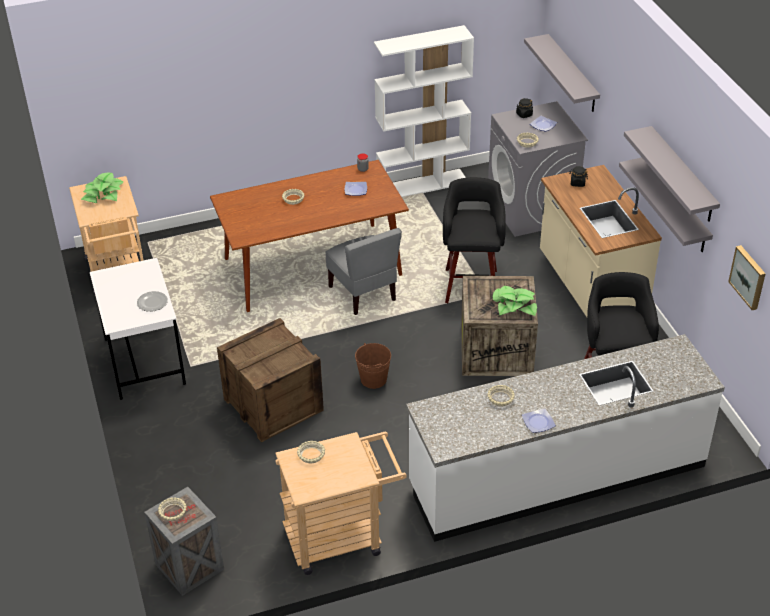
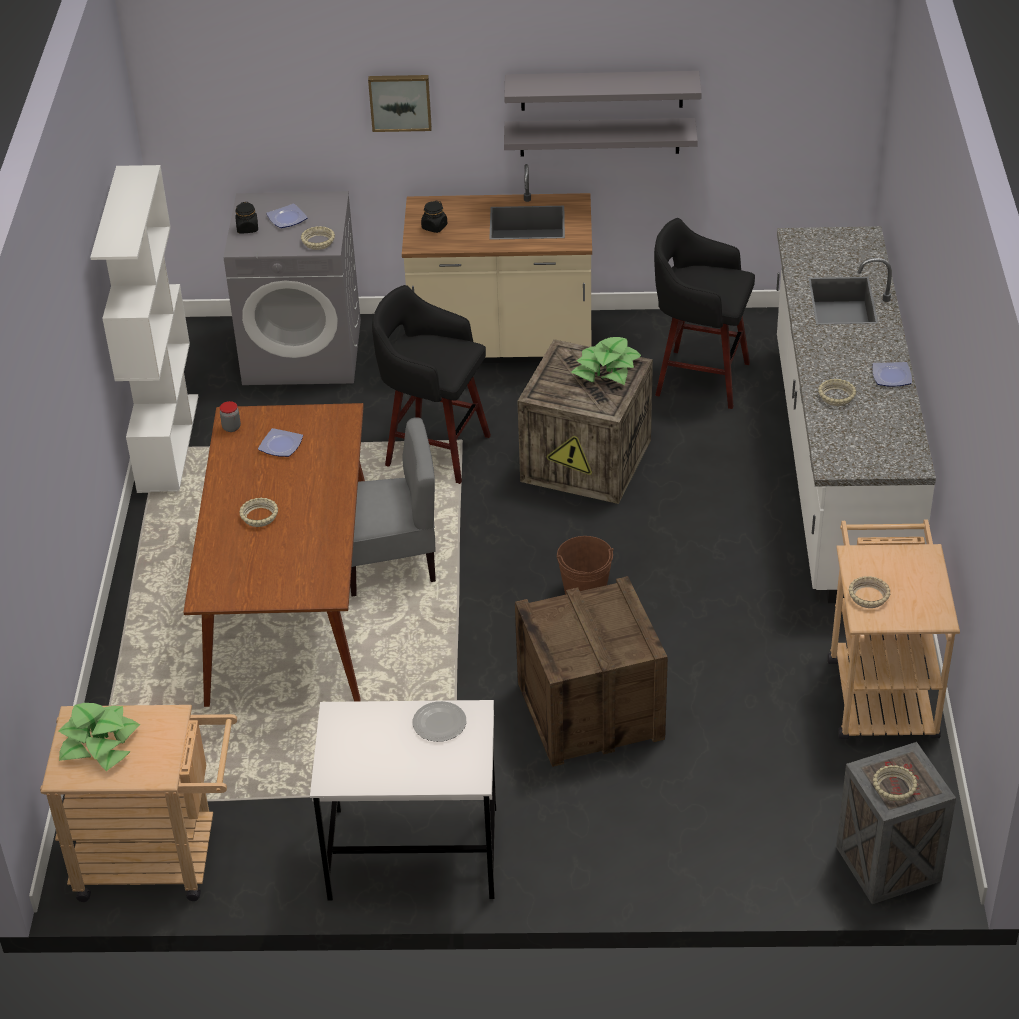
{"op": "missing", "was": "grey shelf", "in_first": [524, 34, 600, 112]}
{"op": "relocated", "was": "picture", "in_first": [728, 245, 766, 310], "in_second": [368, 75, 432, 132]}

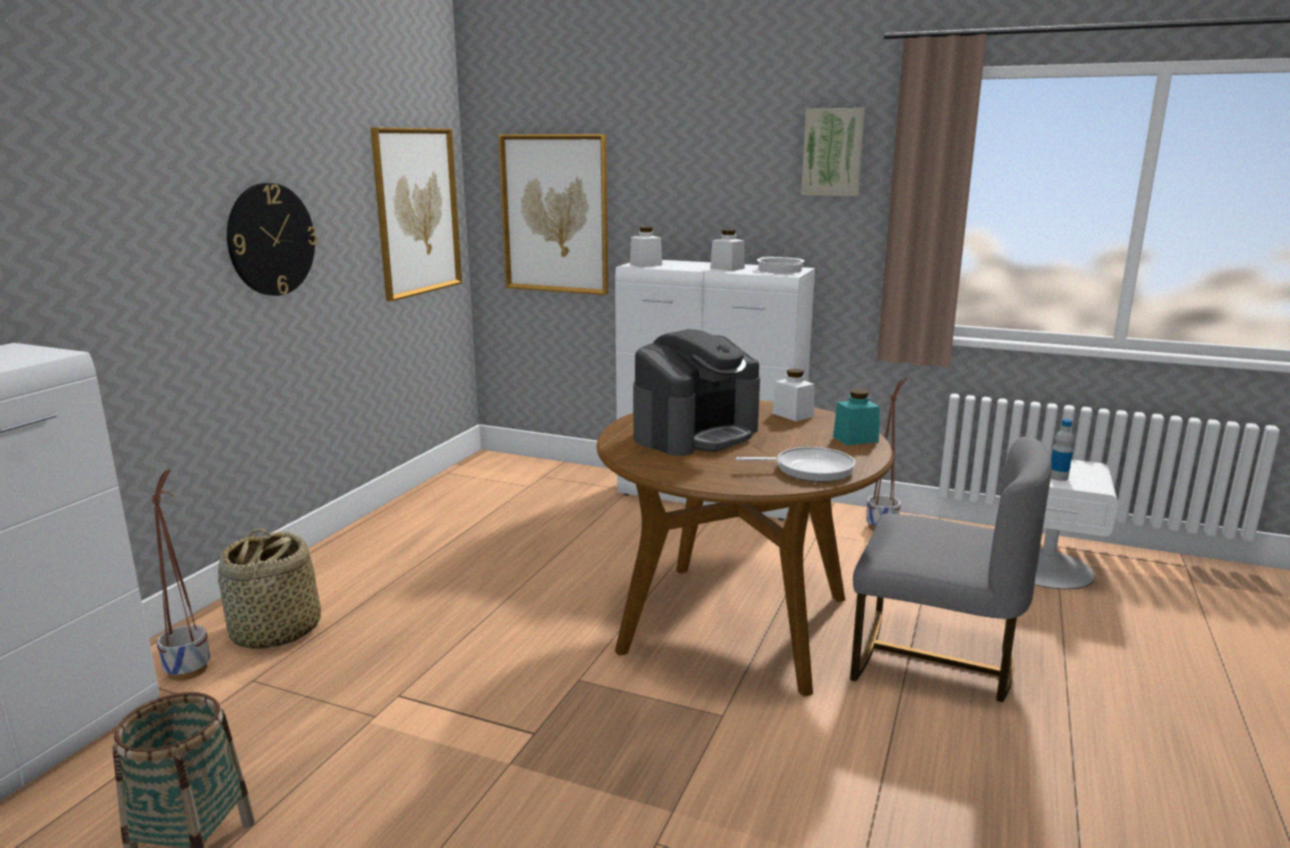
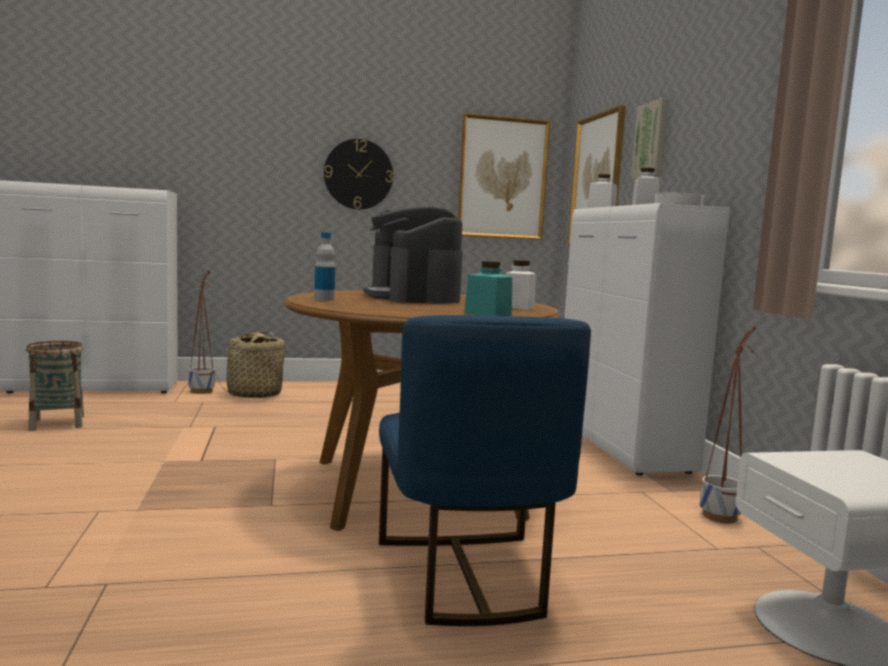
{"op": "missing", "was": "frying pan", "in_first": [736, 447, 855, 482]}
{"op": "relocated", "was": "picture", "in_first": [801, 108, 865, 196], "in_second": [631, 98, 669, 179]}
{"op": "relocated", "was": "bottle", "in_first": [1051, 419, 1074, 481], "in_second": [314, 232, 335, 300]}
{"op": "colour", "was": "grey chair", "now": "blue chair", "in_first": [850, 437, 1052, 702], "in_second": [379, 315, 591, 626]}
{"op": "spun", "was": "coffee machine", "in_first": [633, 329, 760, 456], "in_second": [363, 206, 463, 304], "clockwise": 60}

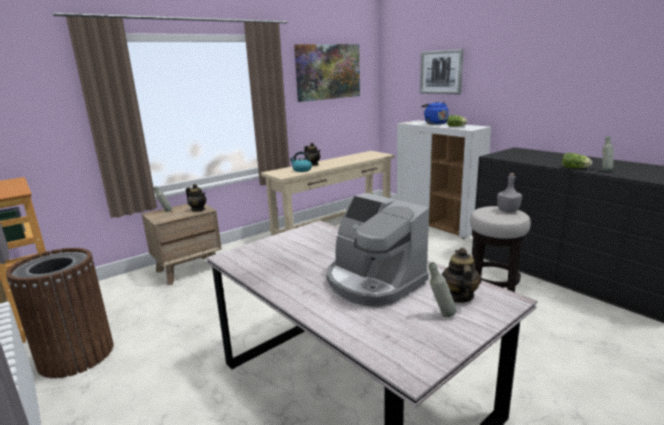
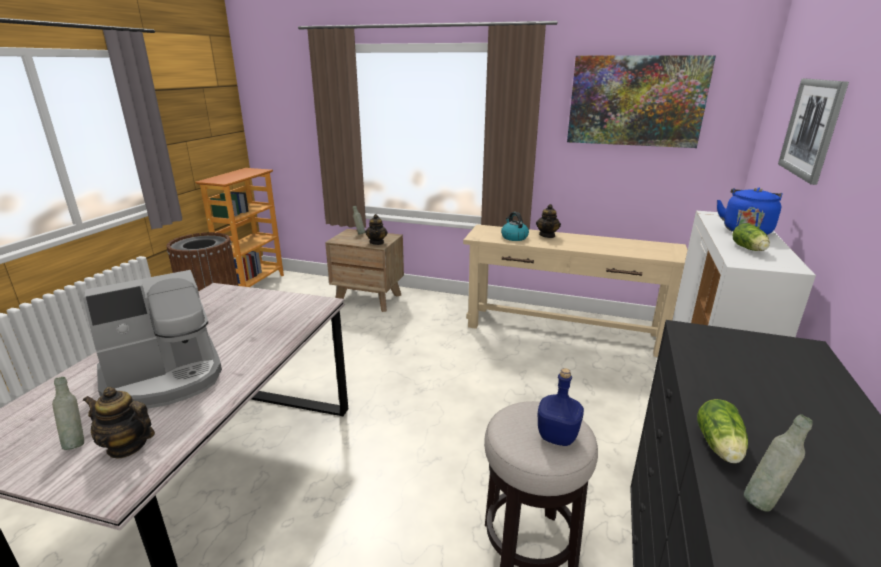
{"op": "colour", "was": "grey bottle", "now": "blue bottle", "in_first": [497, 173, 522, 212], "in_second": [538, 368, 584, 446]}
{"op": "spun", "was": "coffee machine", "in_first": [326, 193, 429, 307], "in_second": [83, 270, 222, 409], "clockwise": -135}
{"op": "spun", "was": "teapot", "in_first": [441, 248, 482, 303], "in_second": [83, 387, 155, 459], "clockwise": -135}

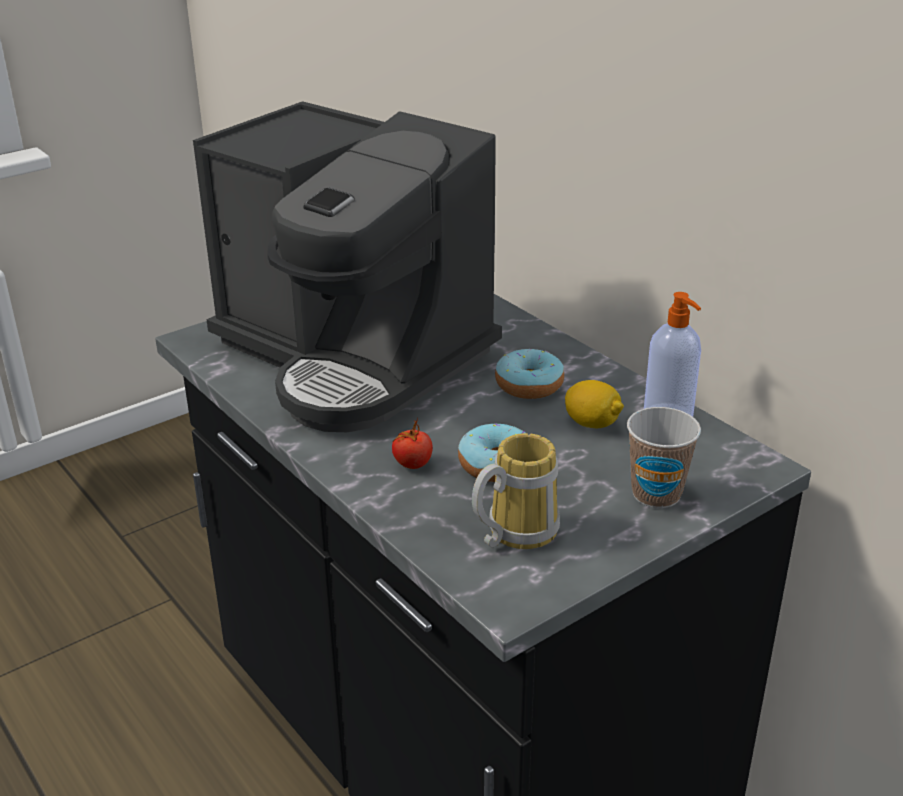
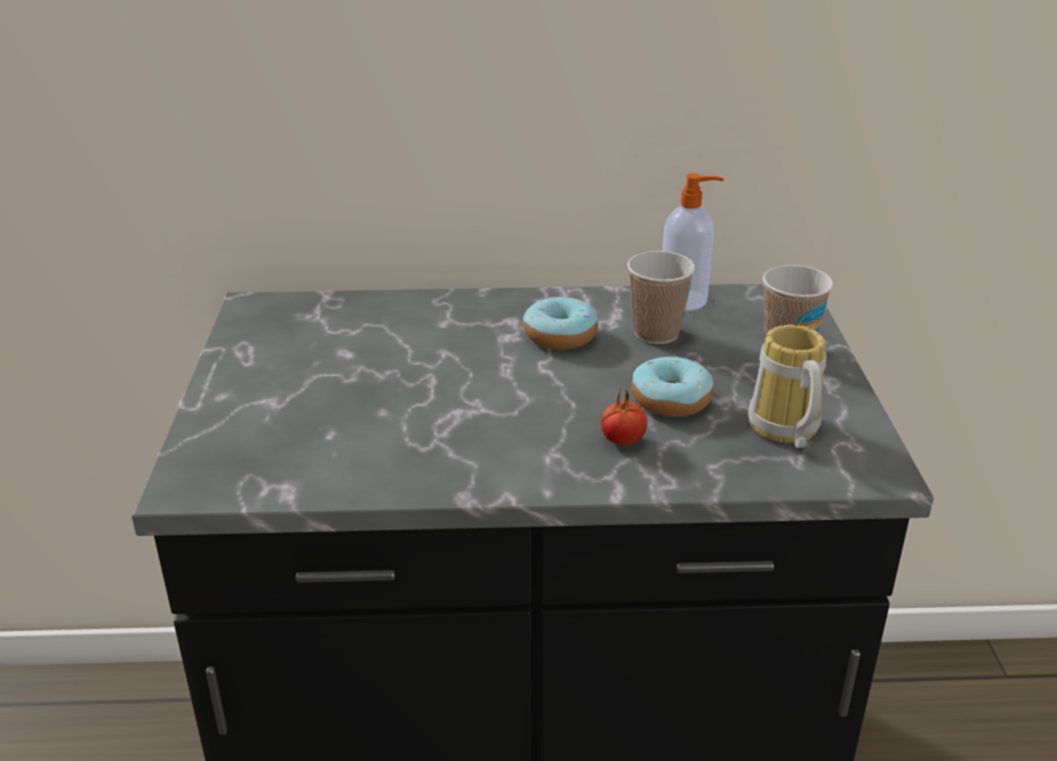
{"op": "missing", "was": "coffee machine", "in_first": [193, 101, 502, 432]}
{"op": "exchanged", "was": "lemon", "now": "cup", "in_first": [565, 380, 624, 429], "in_second": [627, 251, 695, 344]}

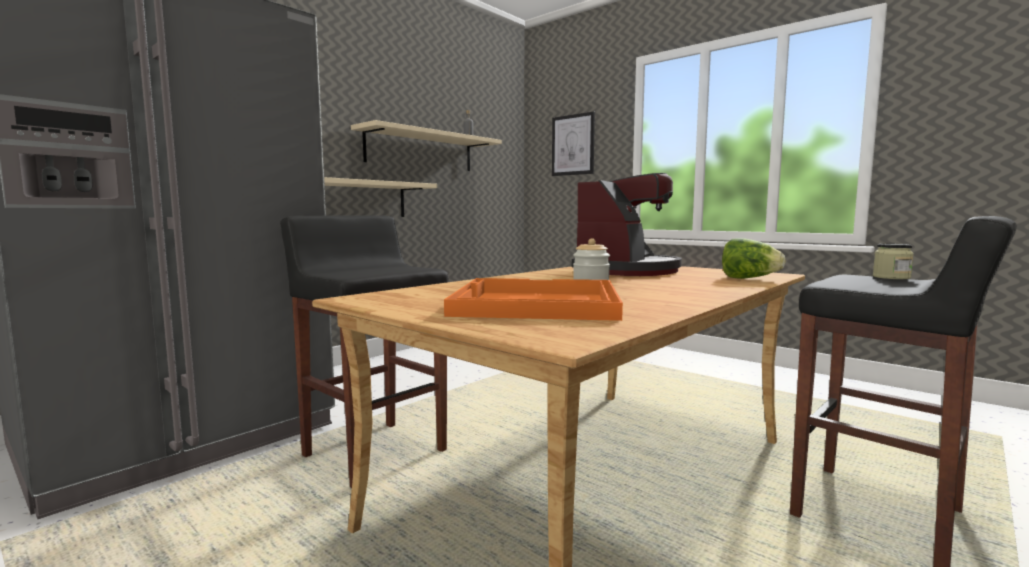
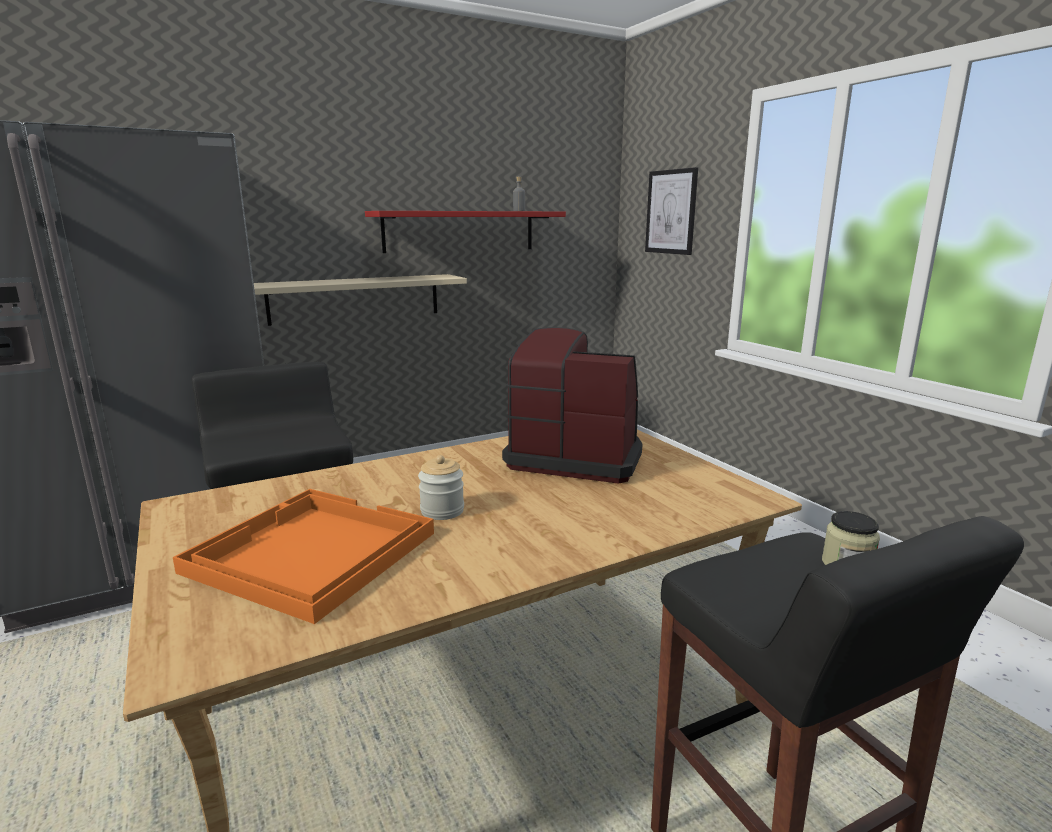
{"op": "missing", "was": "lettuce", "in_first": [722, 238, 786, 279]}
{"op": "colour", "was": "beige shelf", "now": "red shelf", "in_first": [351, 120, 502, 171], "in_second": [365, 211, 566, 253]}
{"op": "spun", "was": "coffee machine", "in_first": [572, 173, 682, 276], "in_second": [502, 327, 642, 484], "clockwise": -120}

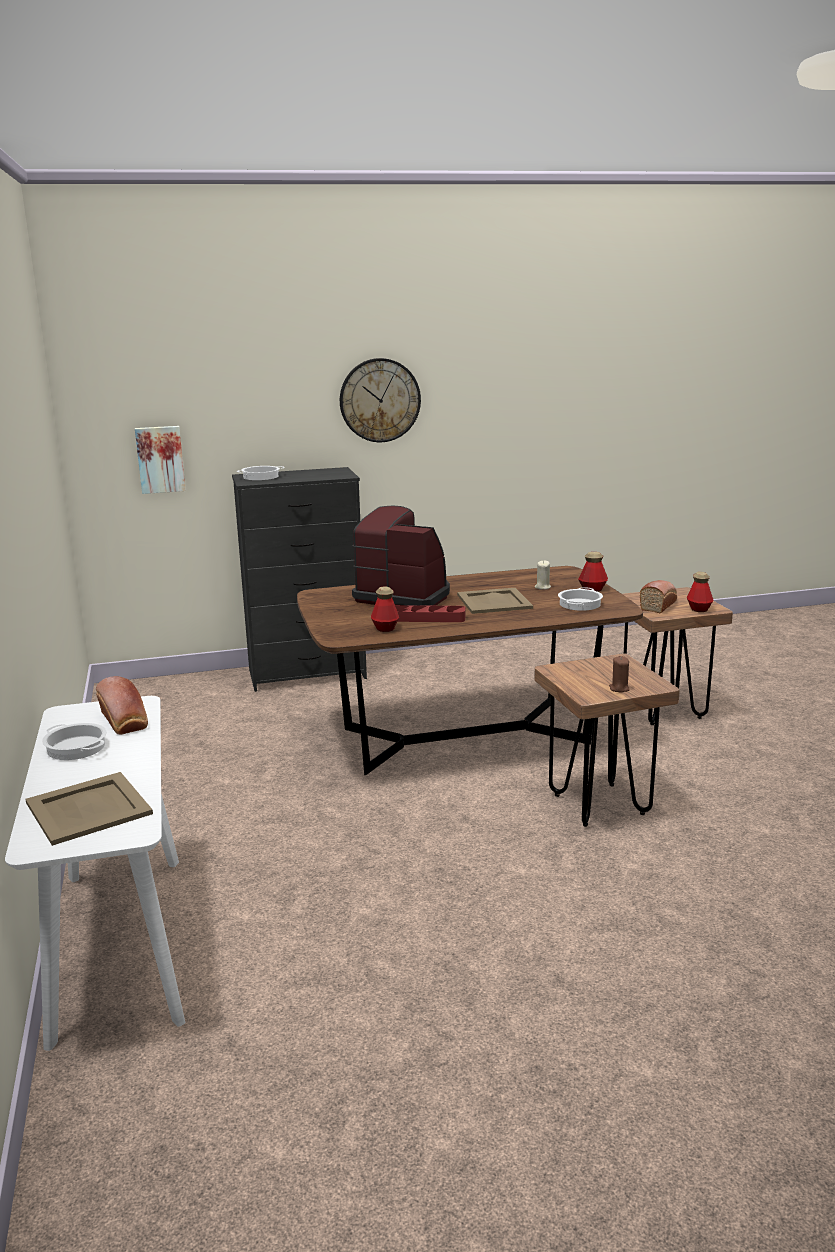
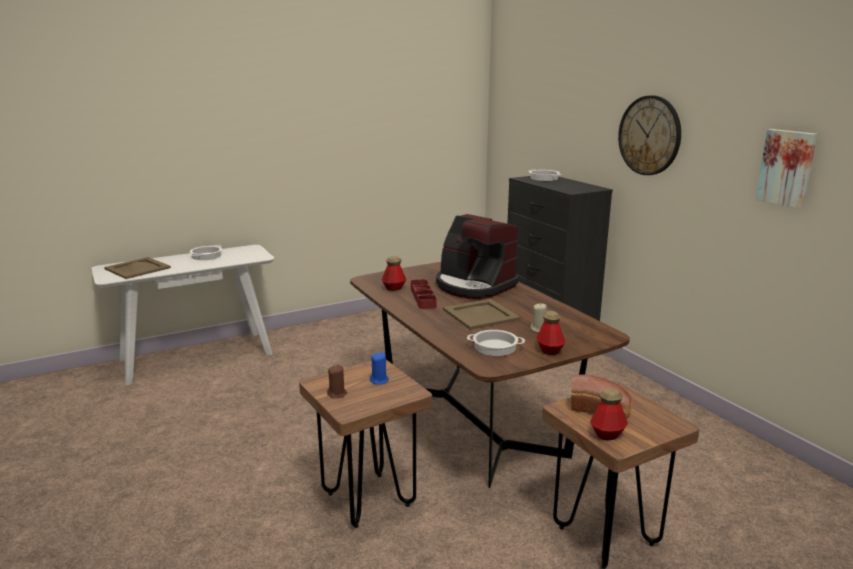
{"op": "missing", "was": "bread", "in_first": [96, 676, 148, 735]}
{"op": "appeared", "now": "blue candle", "in_second": [370, 352, 389, 385]}
{"op": "relocated", "was": "picture", "in_first": [135, 426, 186, 494], "in_second": [756, 129, 817, 209]}
{"op": "spun", "was": "coffee machine", "in_first": [352, 506, 450, 606], "in_second": [436, 214, 518, 299], "clockwise": 120}

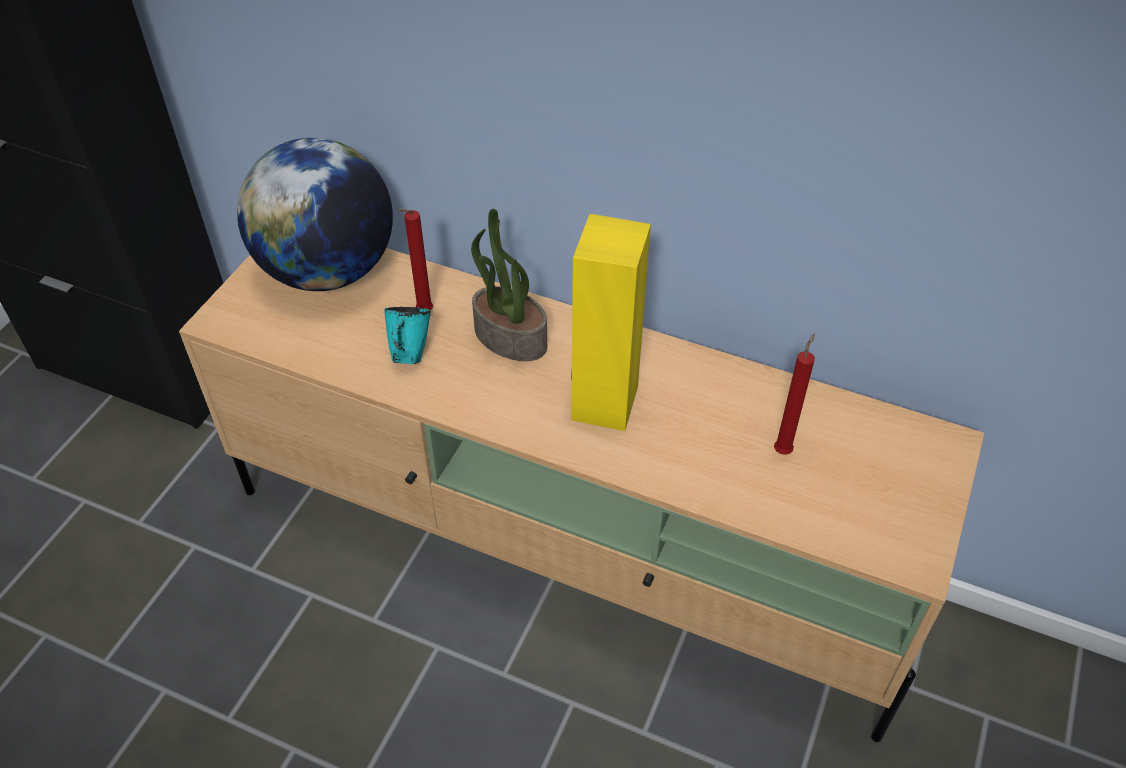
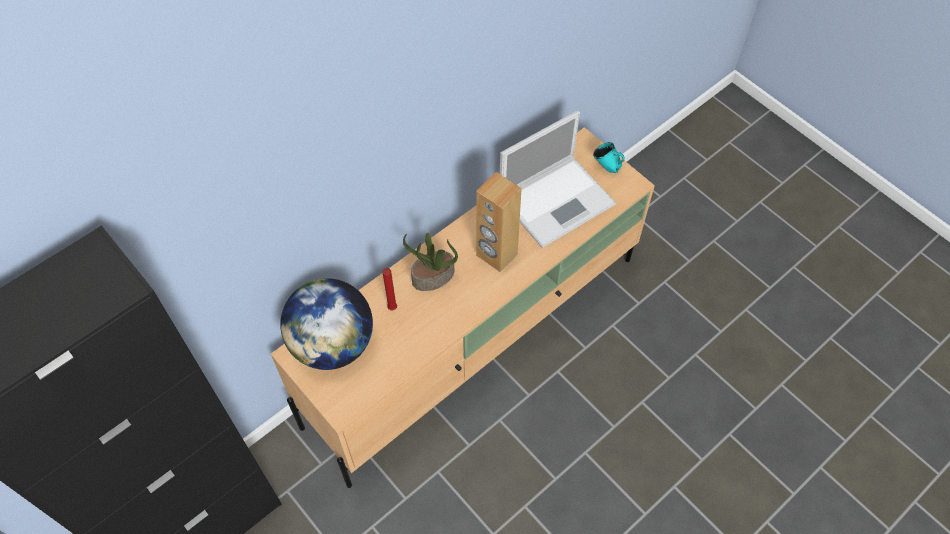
{"op": "relocated", "was": "turquoise mug", "in_first": [384, 307, 431, 364], "in_second": [593, 142, 625, 173]}
{"op": "exchanged", "was": "red candle", "now": "laptop", "in_first": [774, 333, 815, 455], "in_second": [500, 111, 616, 248]}
{"op": "colour", "was": "yellow speaker", "now": "brown speaker", "in_first": [571, 214, 651, 431], "in_second": [476, 172, 522, 272]}

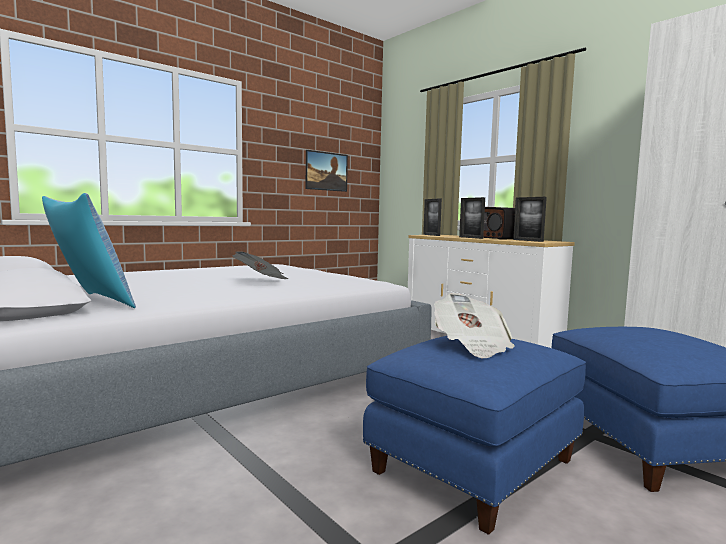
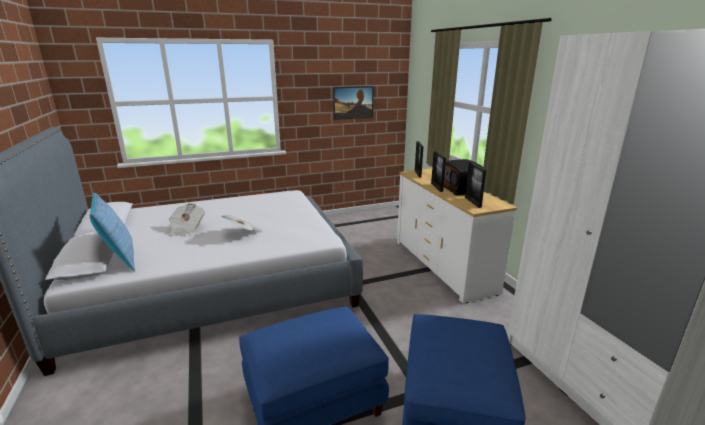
{"op": "relocated", "was": "newspaper", "in_first": [434, 293, 515, 358], "in_second": [169, 203, 205, 236]}

